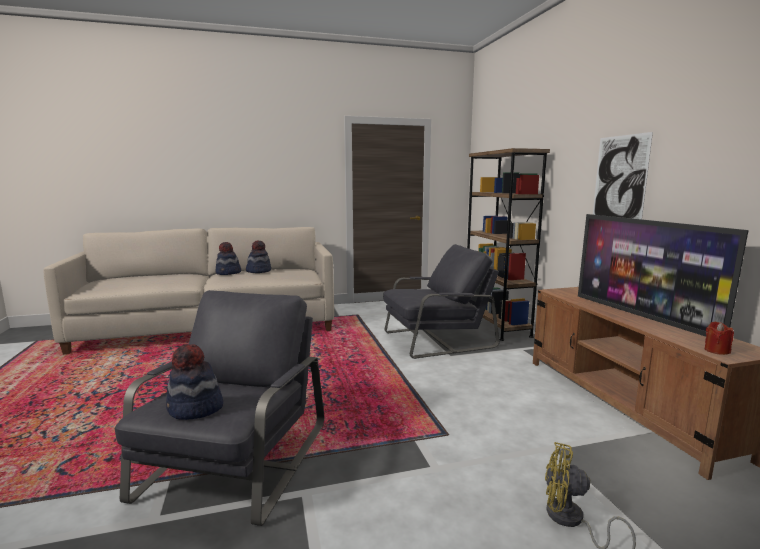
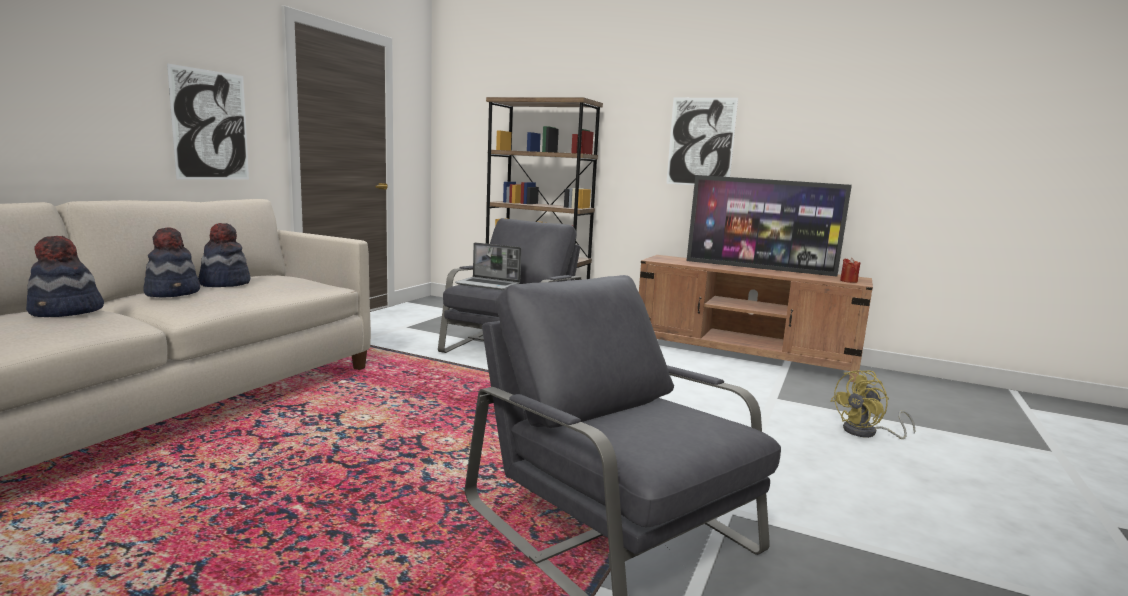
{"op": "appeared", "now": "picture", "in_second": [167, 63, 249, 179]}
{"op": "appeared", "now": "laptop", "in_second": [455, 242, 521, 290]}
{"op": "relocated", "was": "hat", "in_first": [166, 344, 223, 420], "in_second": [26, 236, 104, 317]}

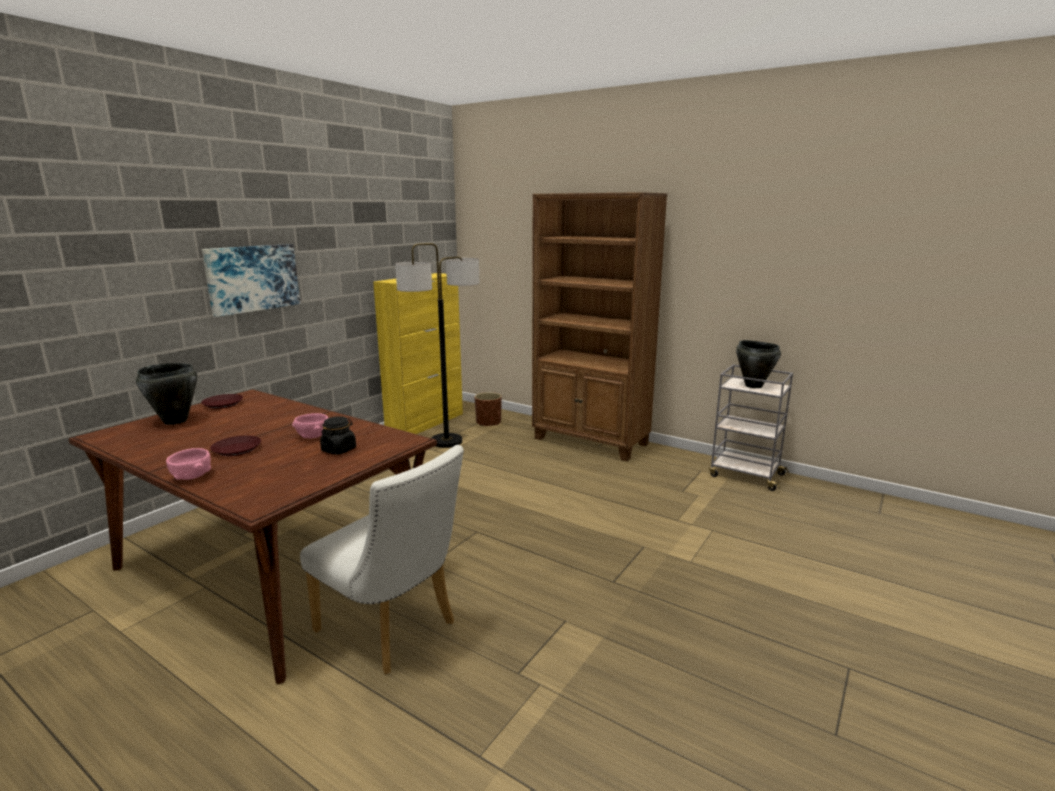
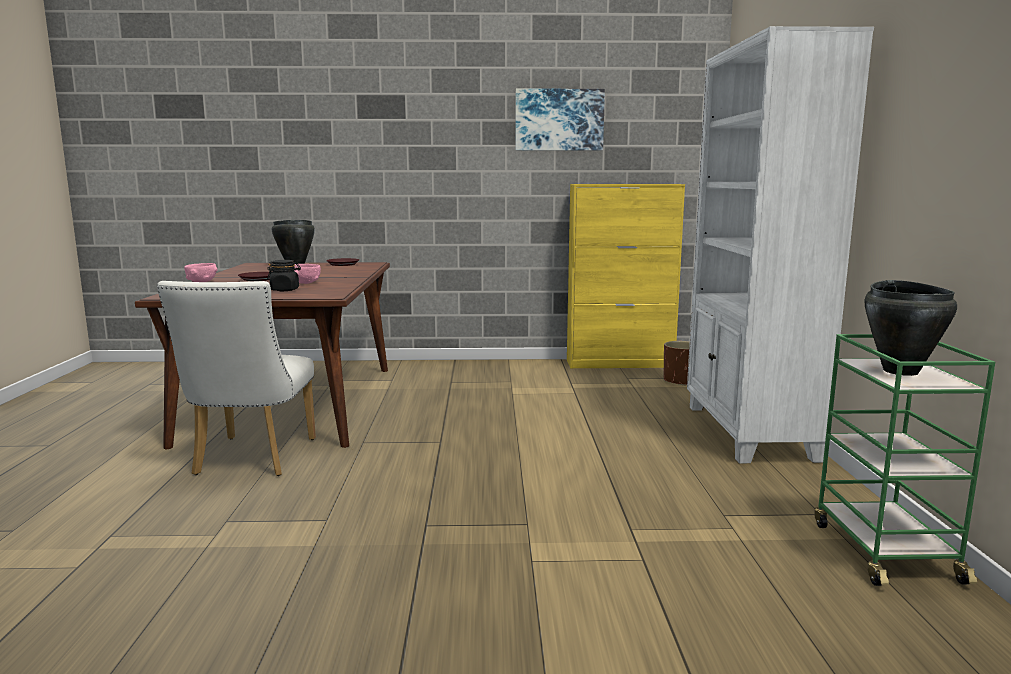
{"op": "missing", "was": "floor lamp", "in_first": [395, 243, 479, 448]}
{"op": "relocated", "was": "picture", "in_first": [202, 244, 300, 317], "in_second": [515, 88, 605, 150]}
{"op": "colour", "was": "brown bookcase", "now": "white bookcase", "in_first": [532, 192, 667, 461], "in_second": [687, 26, 874, 463]}
{"op": "colour", "was": "grey cart", "now": "green cart", "in_first": [709, 364, 793, 491], "in_second": [814, 334, 995, 586]}

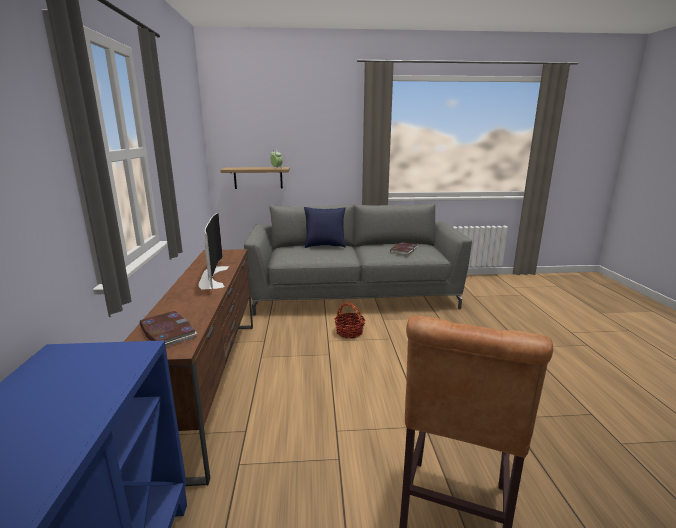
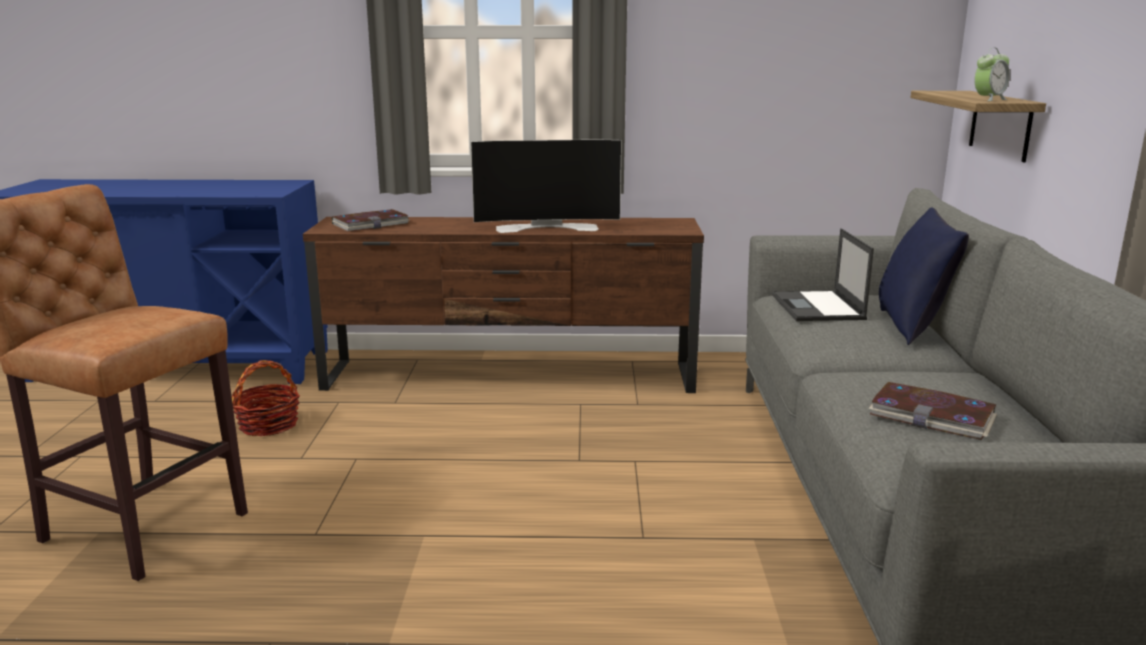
{"op": "appeared", "now": "laptop", "in_second": [772, 228, 874, 321]}
{"op": "relocated", "was": "basket", "in_first": [334, 302, 366, 338], "in_second": [232, 360, 300, 436]}

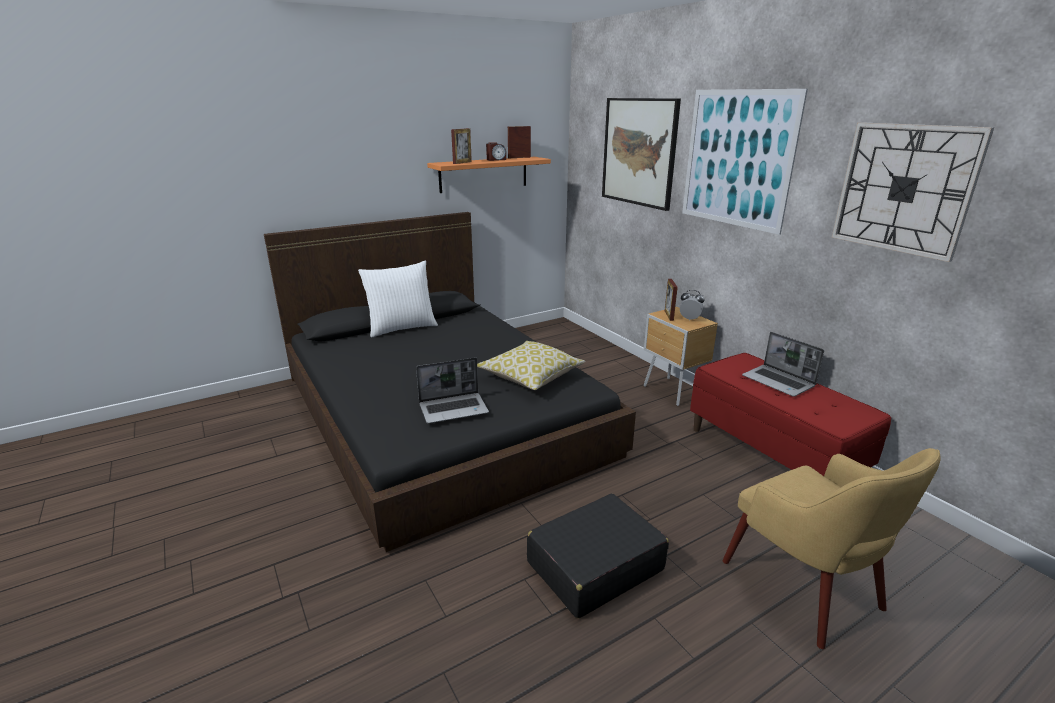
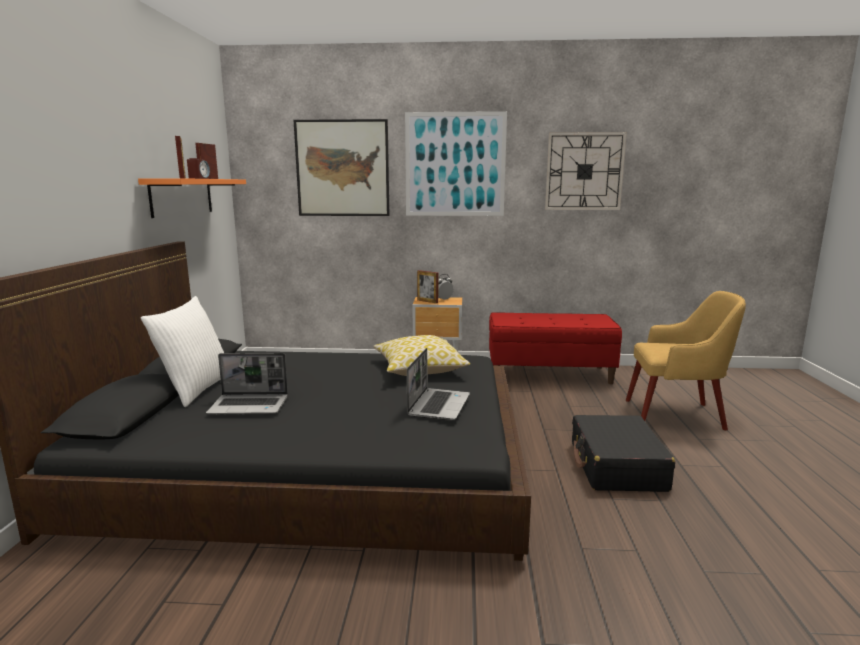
{"op": "relocated", "was": "laptop", "in_first": [742, 332, 824, 397], "in_second": [206, 353, 288, 414]}

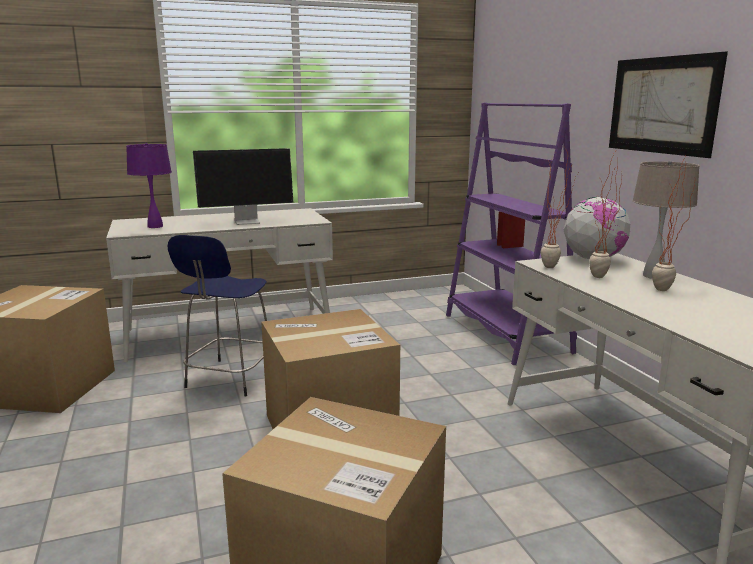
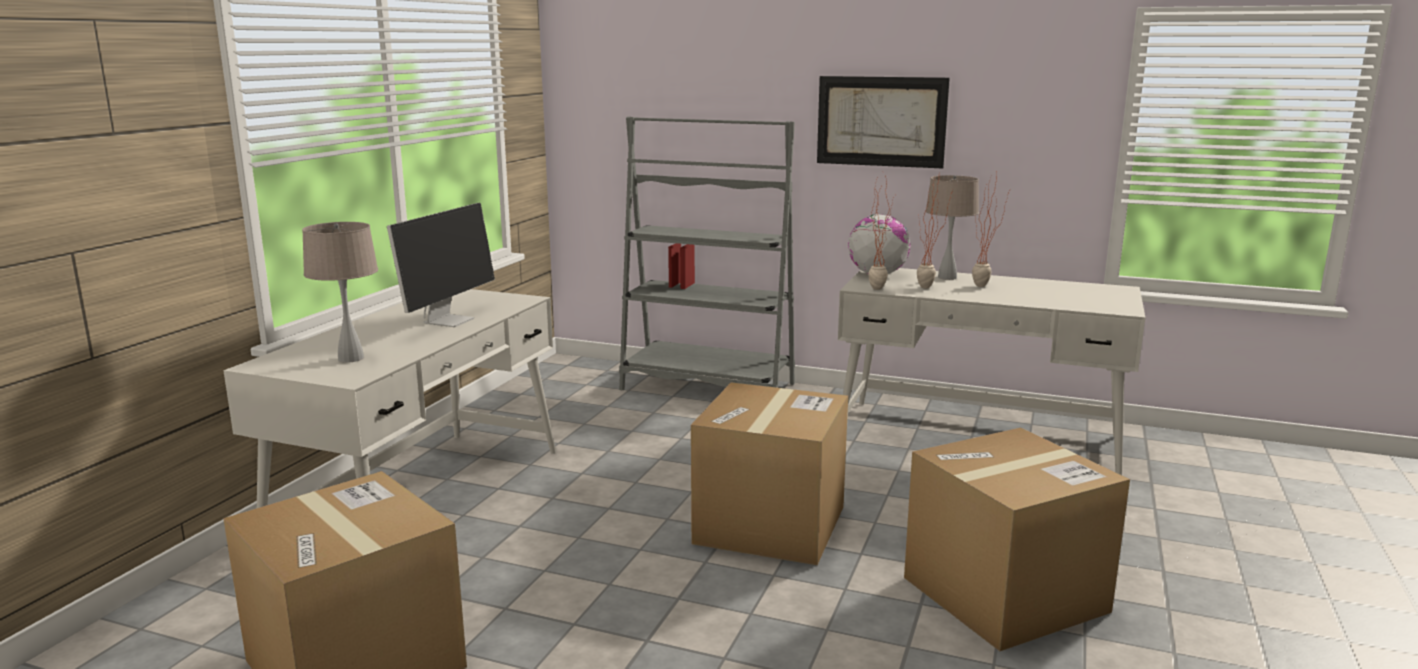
{"op": "missing", "was": "blue stool", "in_first": [167, 235, 267, 396]}
{"op": "colour", "was": "purple table lamp", "now": "beige table lamp", "in_first": [126, 143, 172, 228], "in_second": [302, 222, 378, 363]}
{"op": "colour", "was": "purple bookcase", "now": "grey bookcase", "in_first": [446, 103, 577, 365], "in_second": [619, 116, 795, 391]}

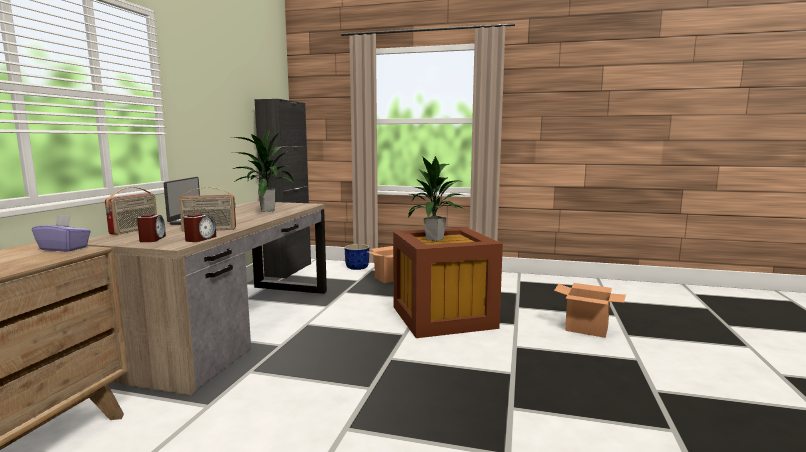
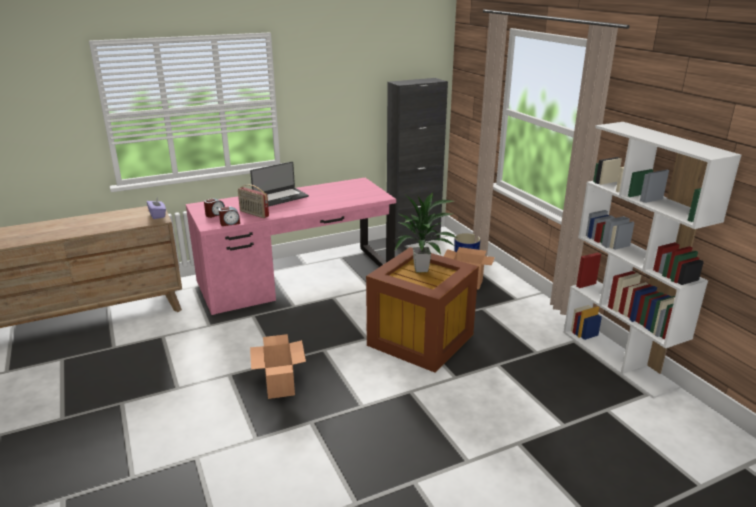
{"op": "missing", "was": "radio", "in_first": [105, 187, 157, 235]}
{"op": "missing", "was": "potted plant", "in_first": [233, 129, 294, 212]}
{"op": "appeared", "now": "white bookcase", "in_second": [563, 122, 741, 399]}
{"op": "relocated", "was": "cardboard box", "in_first": [554, 283, 626, 338], "in_second": [250, 334, 306, 399]}
{"op": "colour", "was": "brown desk", "now": "pink desk", "in_first": [87, 201, 327, 395], "in_second": [186, 178, 396, 315]}

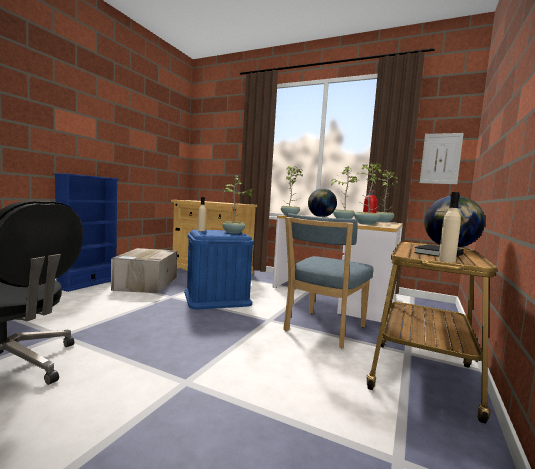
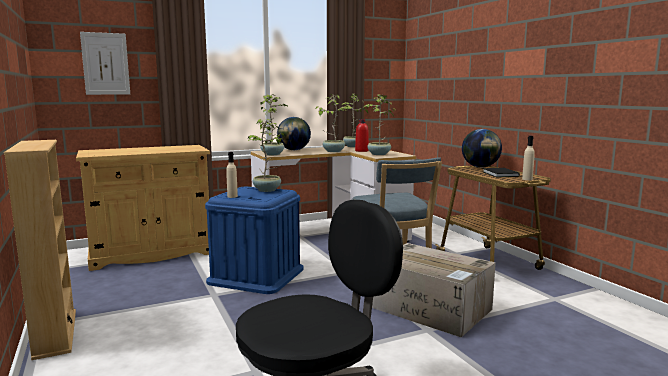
{"op": "relocated", "was": "cardboard box", "in_first": [111, 248, 177, 293], "in_second": [372, 243, 496, 337]}
{"op": "relocated", "was": "picture", "in_first": [420, 133, 464, 184], "in_second": [80, 32, 130, 95]}
{"op": "colour", "was": "blue bookcase", "now": "beige bookcase", "in_first": [54, 173, 119, 292], "in_second": [4, 140, 76, 360]}

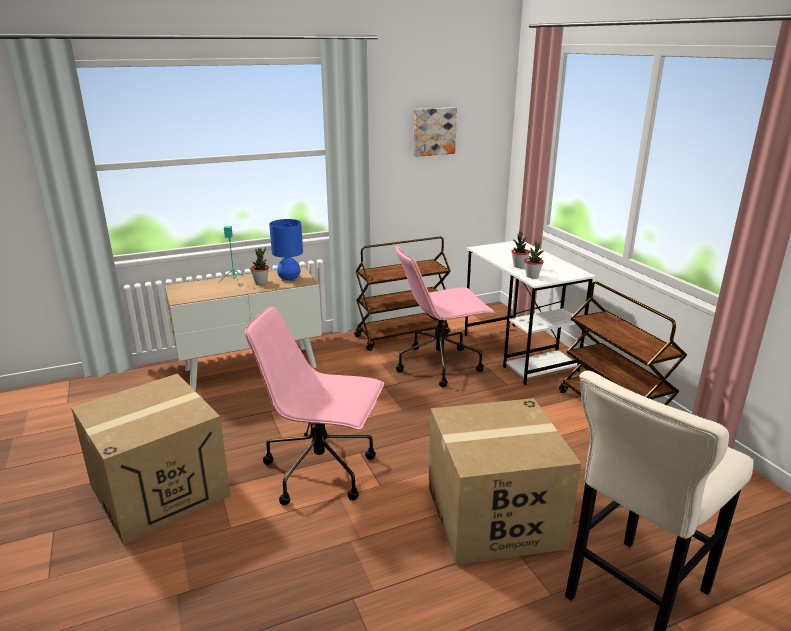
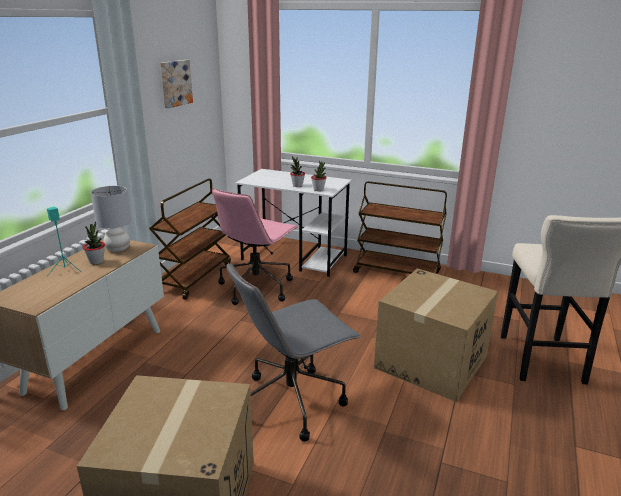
{"op": "colour", "was": "pink office chair", "now": "grey office chair", "in_first": [245, 306, 384, 506], "in_second": [226, 262, 361, 442]}
{"op": "colour", "was": "blue table lamp", "now": "grey table lamp", "in_first": [269, 219, 303, 280], "in_second": [91, 186, 132, 252]}

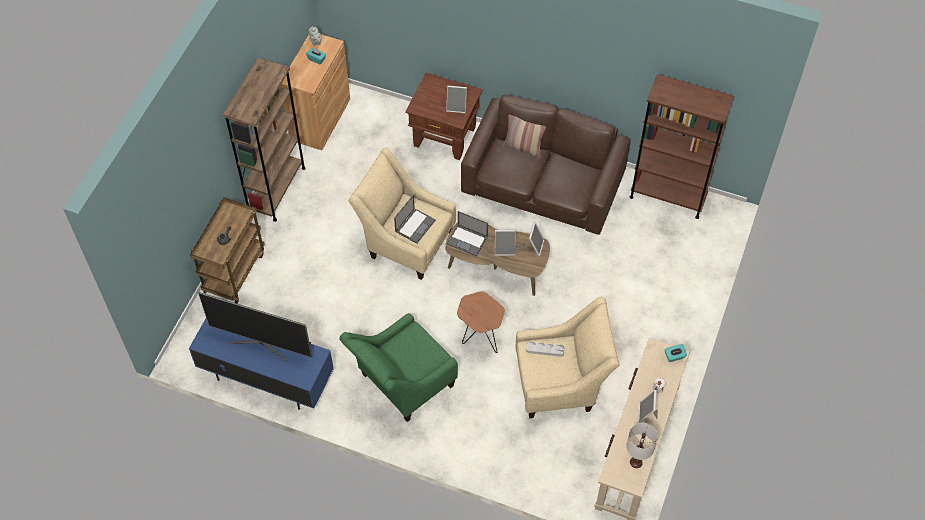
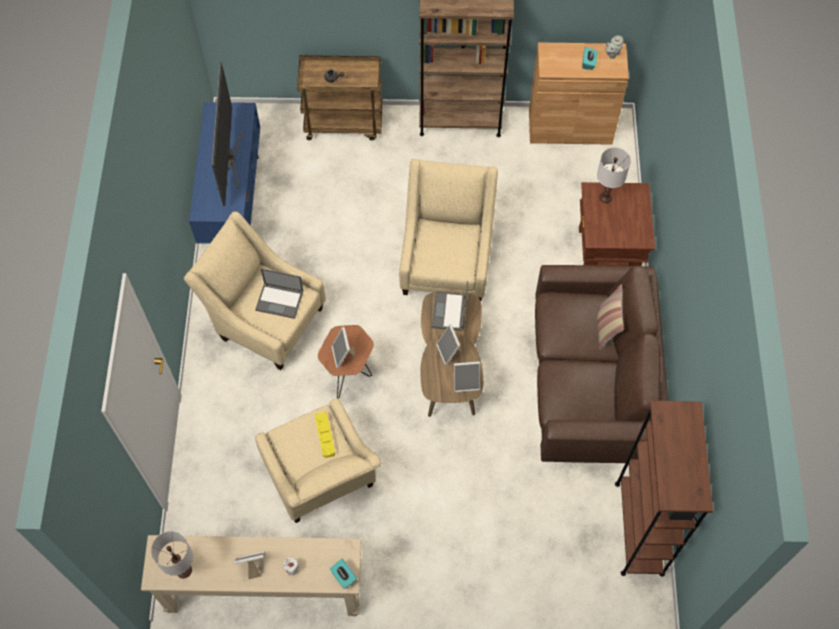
{"op": "appeared", "now": "white table lamp", "in_second": [597, 147, 631, 203]}
{"op": "relocated", "was": "laptop", "in_first": [394, 195, 436, 244], "in_second": [255, 269, 304, 319]}
{"op": "relocated", "was": "picture frame", "in_first": [446, 85, 467, 113], "in_second": [332, 327, 356, 369]}
{"op": "colour", "was": "green armchair", "now": "beige armchair", "in_first": [339, 313, 458, 422], "in_second": [184, 211, 326, 370]}
{"op": "colour", "was": "grey tray", "now": "yellow tray", "in_first": [526, 342, 565, 357], "in_second": [315, 412, 335, 458]}

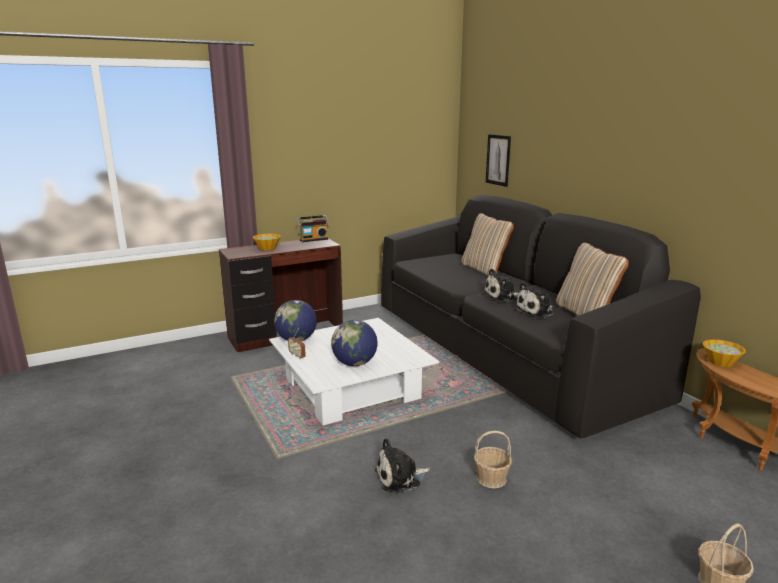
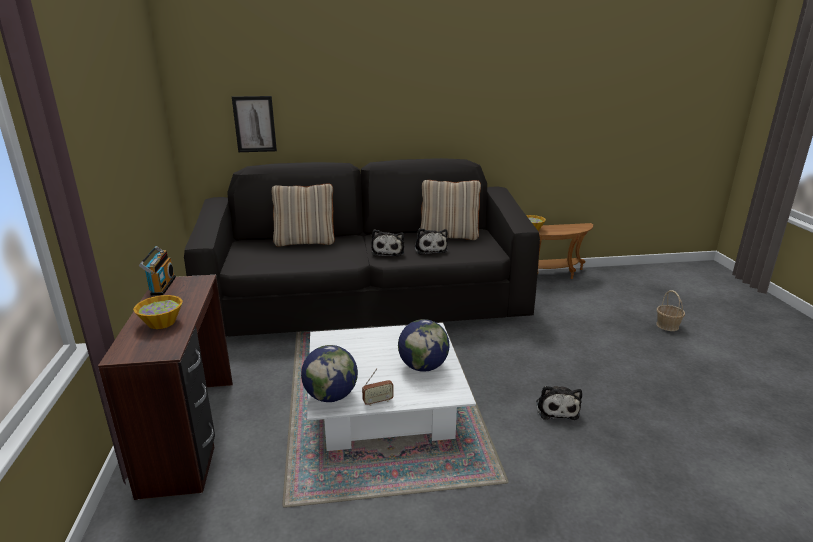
{"op": "missing", "was": "basket", "in_first": [474, 431, 512, 488]}

